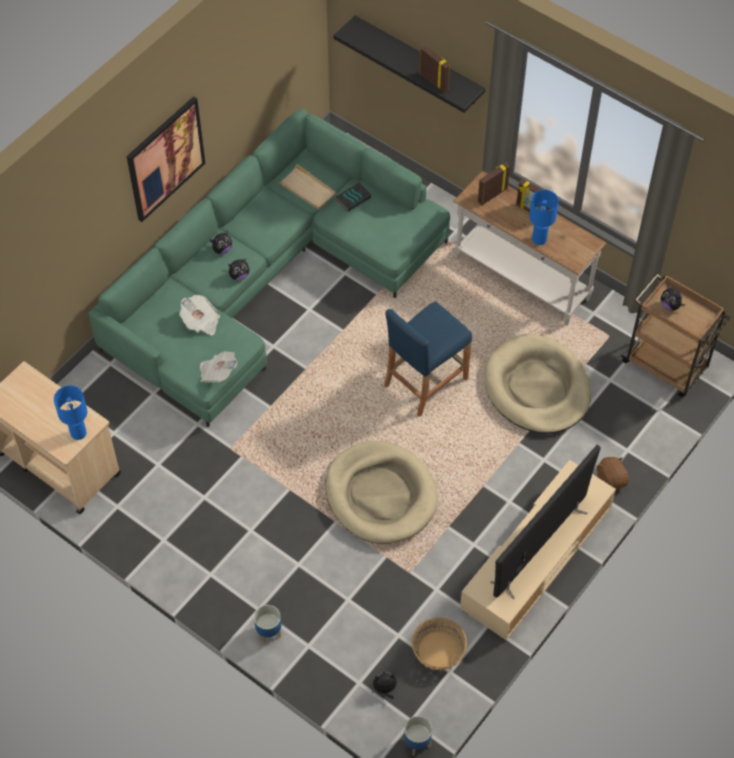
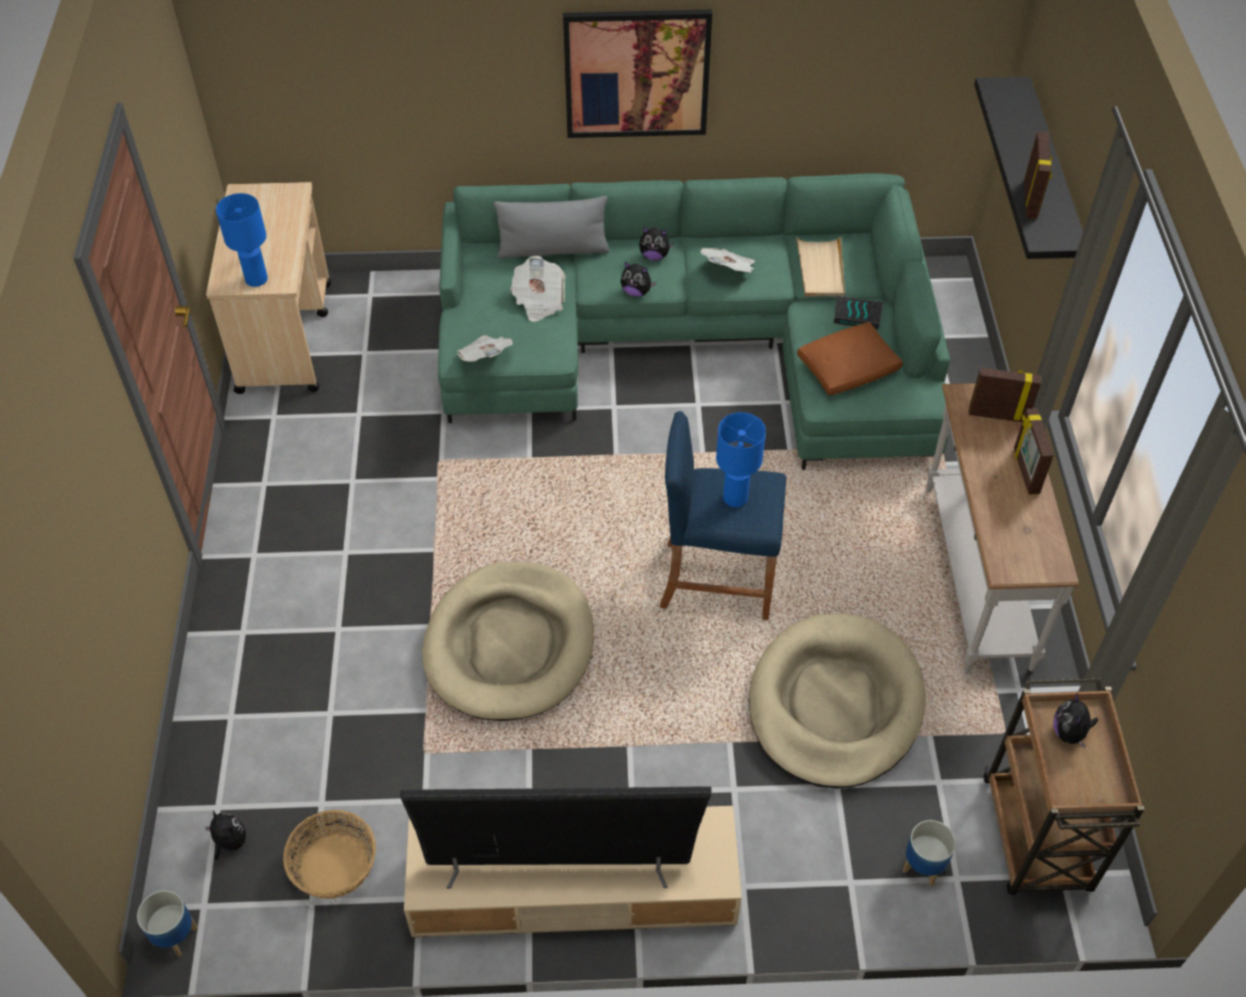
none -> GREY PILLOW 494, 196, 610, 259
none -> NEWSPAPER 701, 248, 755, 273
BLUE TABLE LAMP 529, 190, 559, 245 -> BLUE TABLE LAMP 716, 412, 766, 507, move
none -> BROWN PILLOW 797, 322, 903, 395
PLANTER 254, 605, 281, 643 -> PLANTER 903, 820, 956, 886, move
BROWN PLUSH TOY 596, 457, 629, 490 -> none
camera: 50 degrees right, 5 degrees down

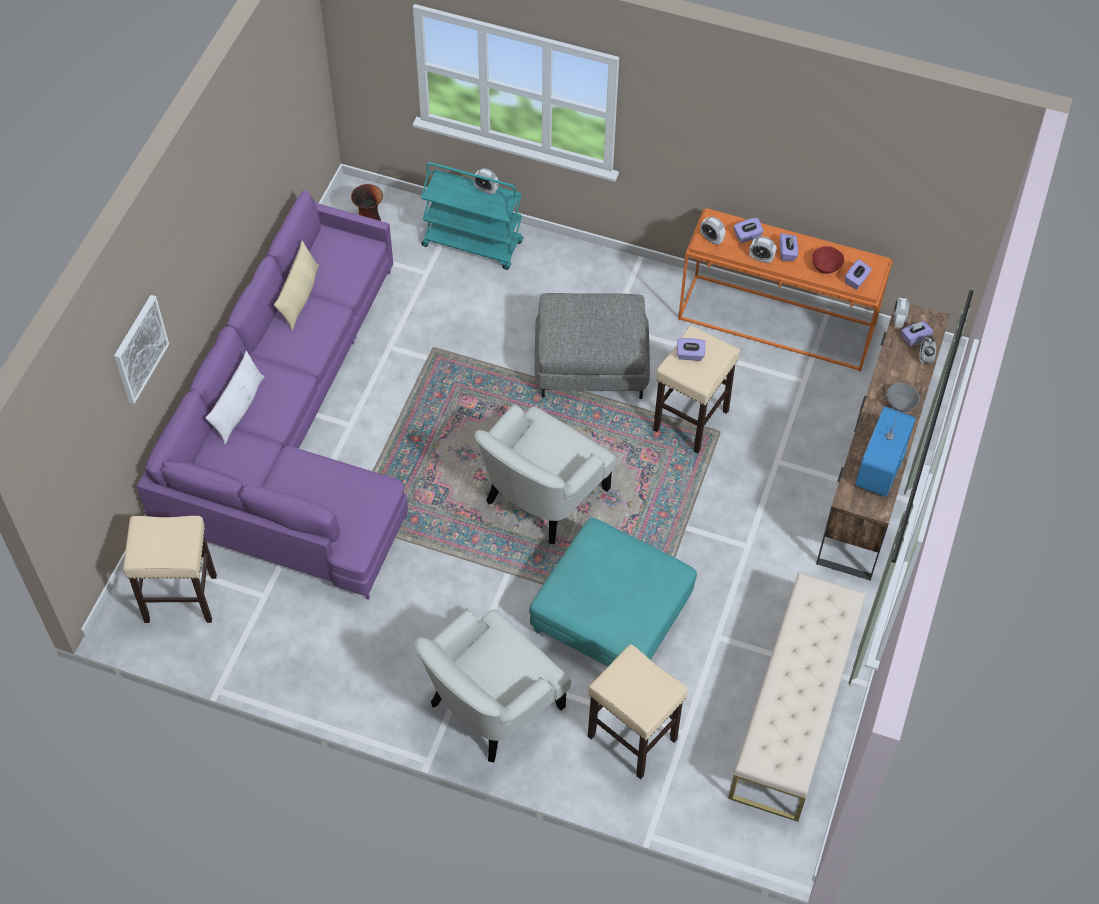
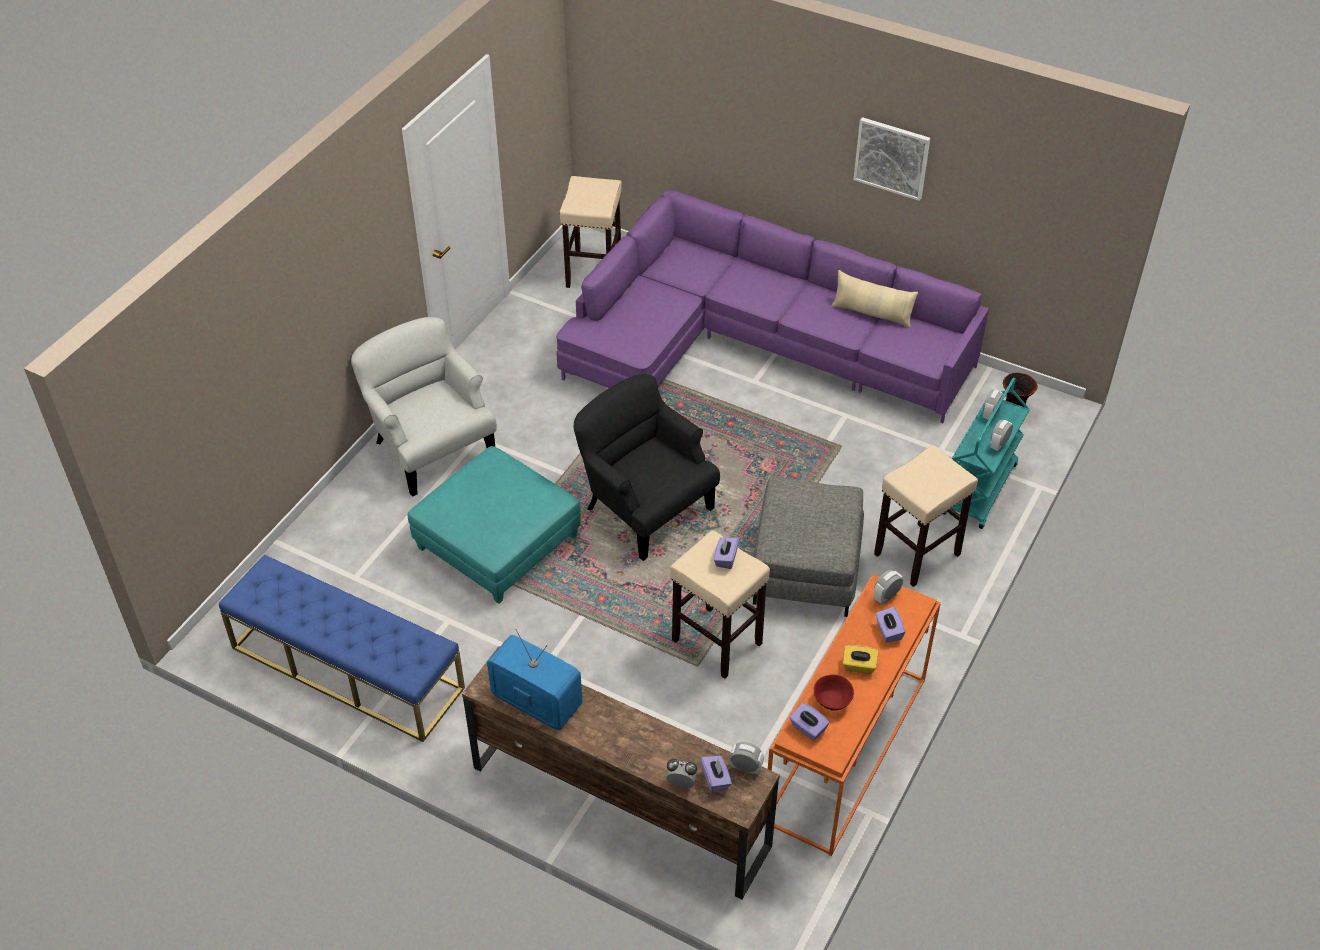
BEIGE BENCH 728, 573, 866, 822 -> BLUE BENCH 219, 555, 465, 742
WHITE ARMCHAIR 474, 404, 616, 544 -> BLACK ARMCHAIR 574, 374, 720, 561
PURPLE TISSUE BOX 780, 233, 798, 261 -> YELLOW TISSUE BOX 843, 645, 878, 674
PICTURE 114, 295, 169, 404 -> PICTURE 853, 117, 930, 201, move
BEIGE STOOL 588, 644, 688, 779 -> BEIGE STOOL 874, 445, 978, 587, move
ALARM CLOCK 749, 237, 777, 263 -> ALARM CLOCK 983, 389, 1003, 420, move
WHITE PILLOW 206, 351, 265, 444 -> none
GREY BOWL 886, 383, 920, 412 -> none
camera: 100 degrees right, 10 degrees down

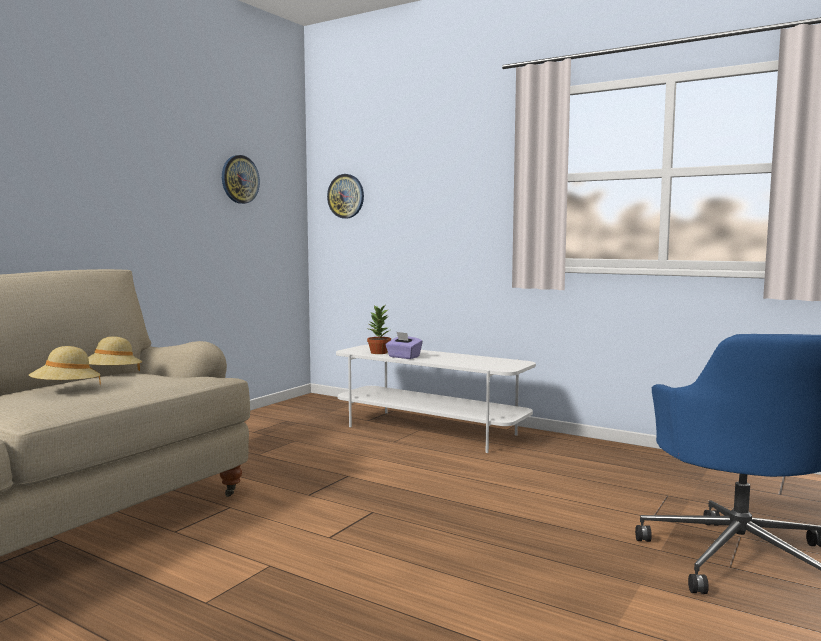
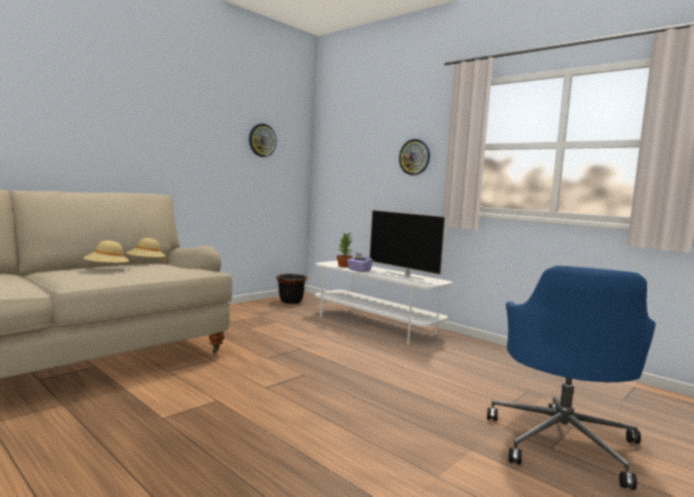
none -> BLACK PLANTER 276, 274, 308, 304
none -> TELEVISION 369, 209, 446, 280
WALL CLOCK 327, 174, 364, 218 -> WALL CLOCK 399, 139, 430, 175, move
camera: 10 degrees right, 0 degrees up

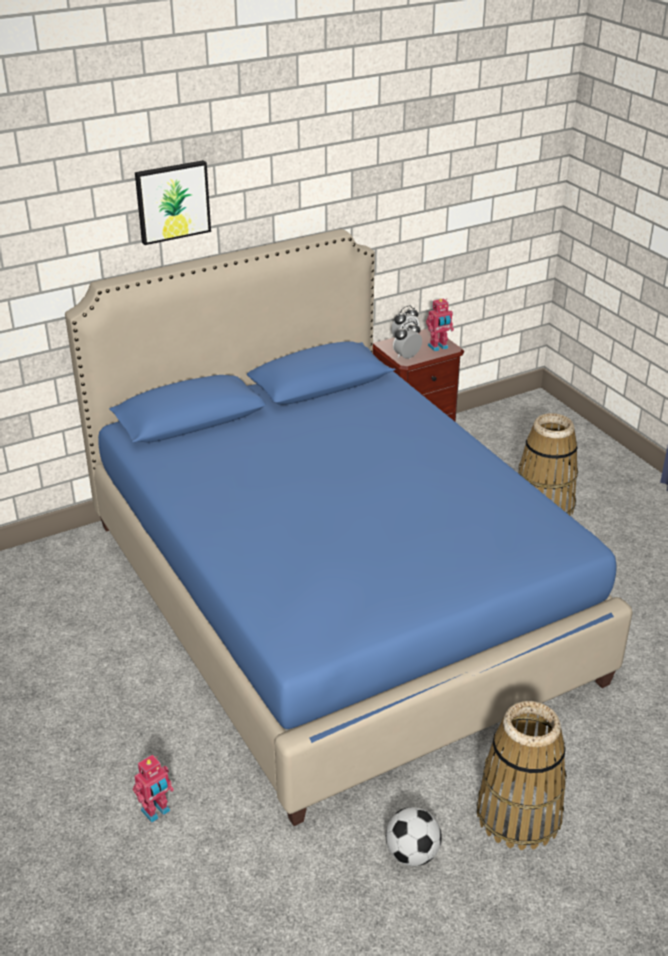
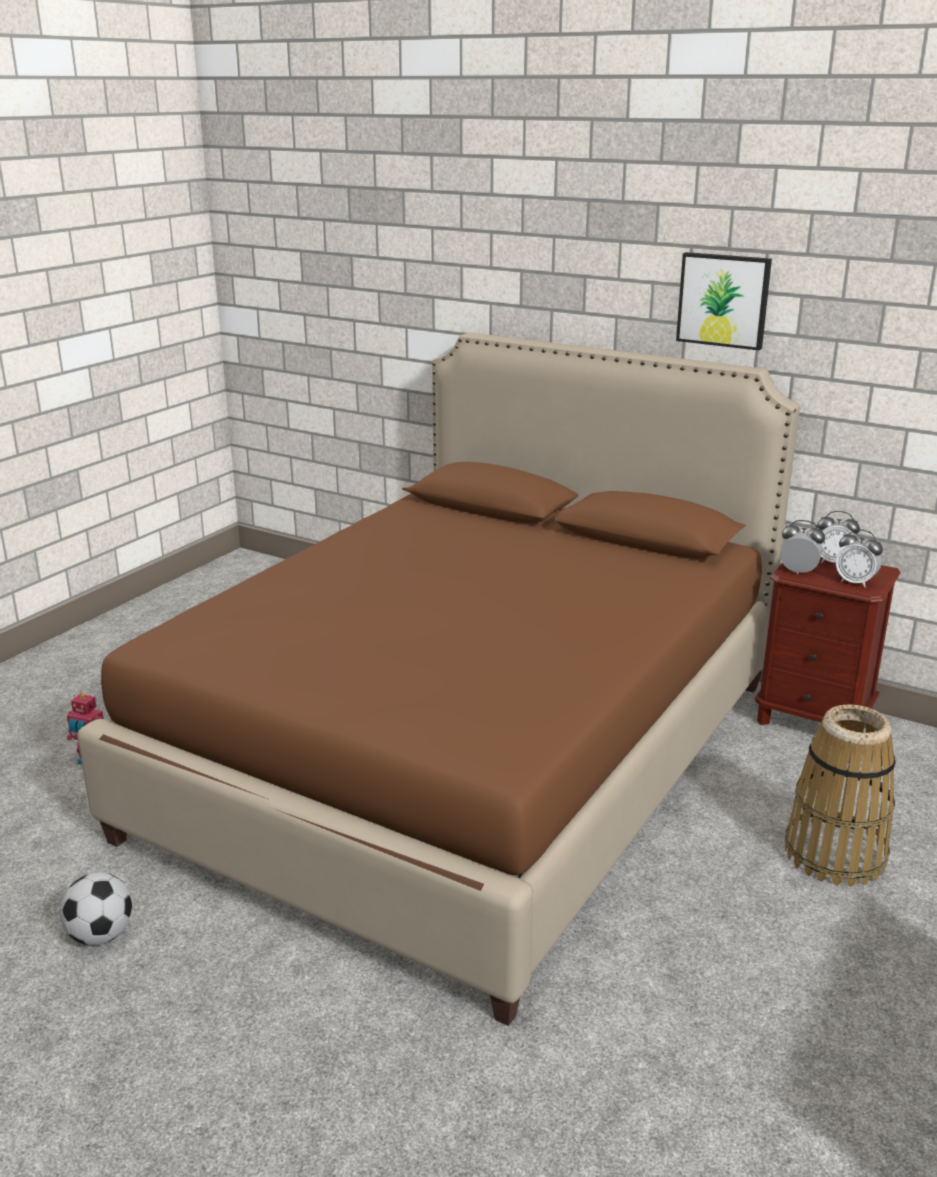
BLUE BED 65, 229, 633, 826 -> BROWN BED 77, 333, 800, 1026
PICTURE 135, 160, 211, 245 -> PICTURE 676, 252, 772, 350, move
TOY ROBOT 426, 298, 454, 352 -> ALARM CLOCK 836, 529, 883, 588
BASKET 476, 701, 567, 850 -> none
camera: 60 degrees right, 10 degrees down

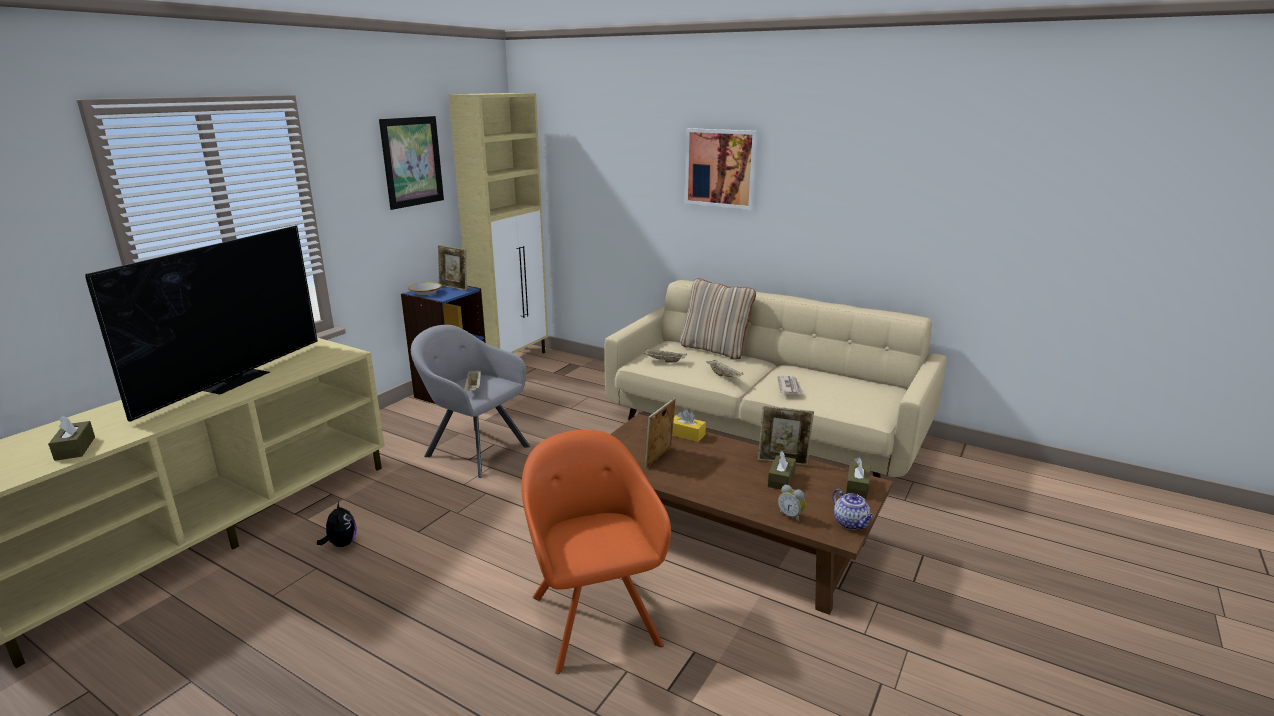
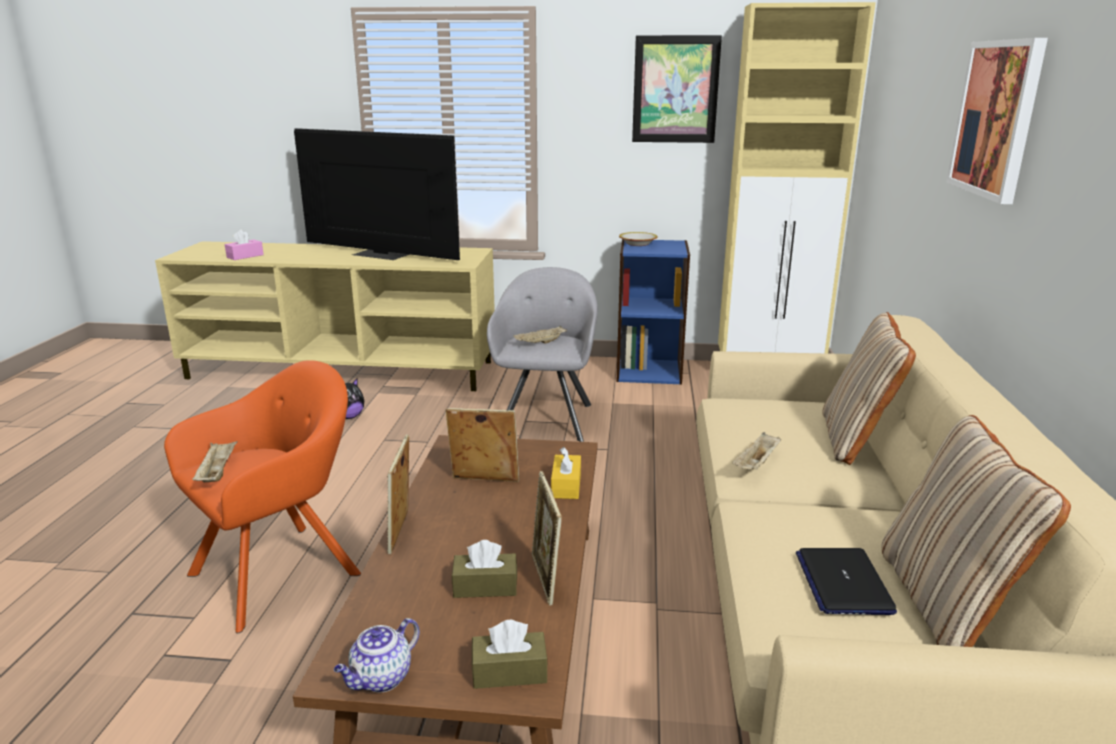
BEIGE TRAY 644, 348, 687, 363 -> BEIGE TRAY 192, 441, 238, 482, move
BROWN TISSUE BOX 48, 415, 95, 461 -> PINK TISSUE BOX 225, 230, 264, 260
TELEVISION 85, 225, 318, 422 -> TELEVISION 294, 128, 460, 260, 150 degrees counterclockwise
PICTURE FRAME 438, 245, 467, 291 -> PICTURE FRAME 387, 435, 409, 554, move
none -> LAPTOP 796, 548, 897, 615
none -> BEIGE PILLOW 881, 415, 1071, 647
NEWSPAPER 777, 376, 803, 395 -> none
ALARM CLOCK 778, 485, 806, 522 -> none
camera: 65 degrees right, 0 degrees up

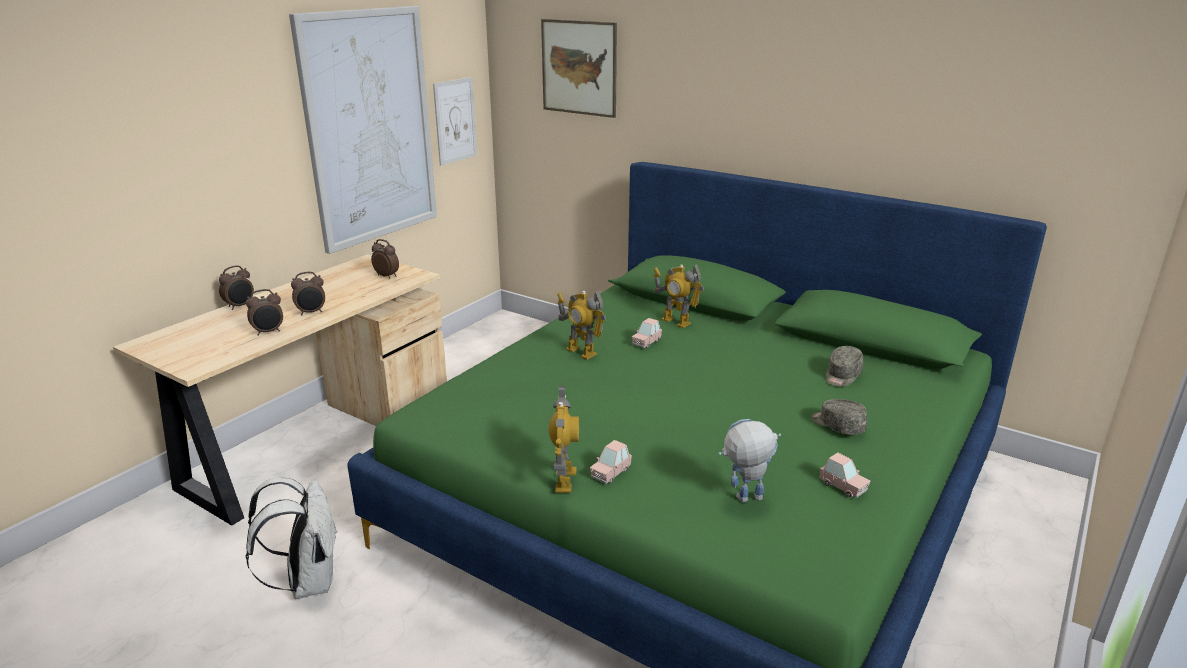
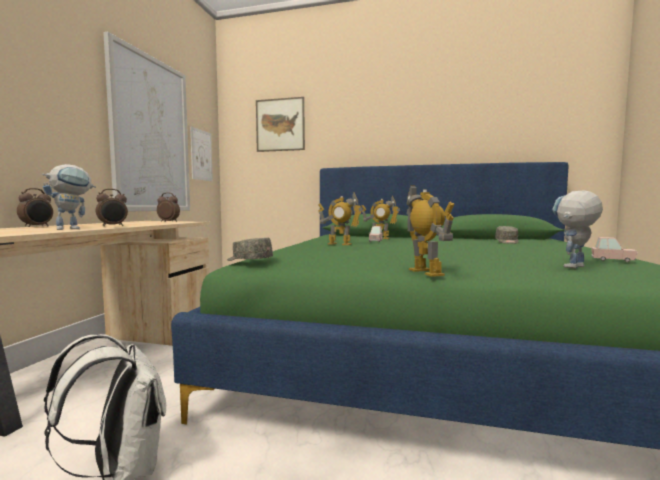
ALARM CLOCK 246, 289, 283, 336 -> TOY ROBOT 42, 164, 96, 230
GREY CAP 811, 399, 867, 435 -> GREY CAP 227, 238, 273, 261, move
PINK TOY CAR 590, 440, 632, 484 -> none
camera: 20 degrees left, 20 degrees down

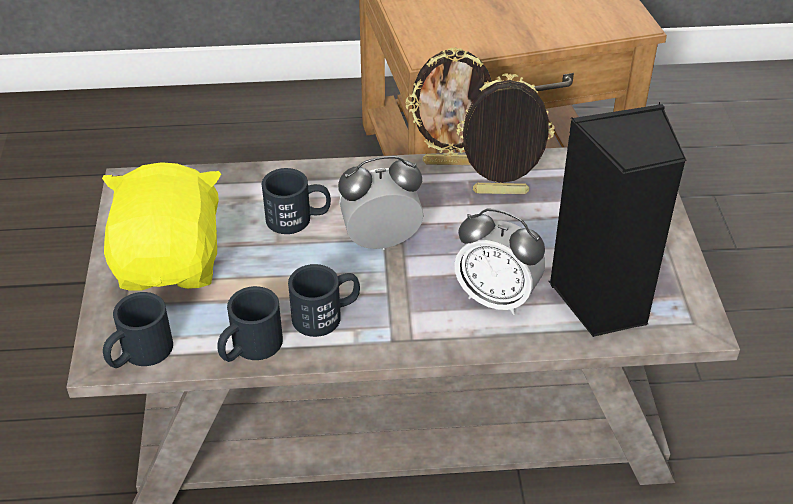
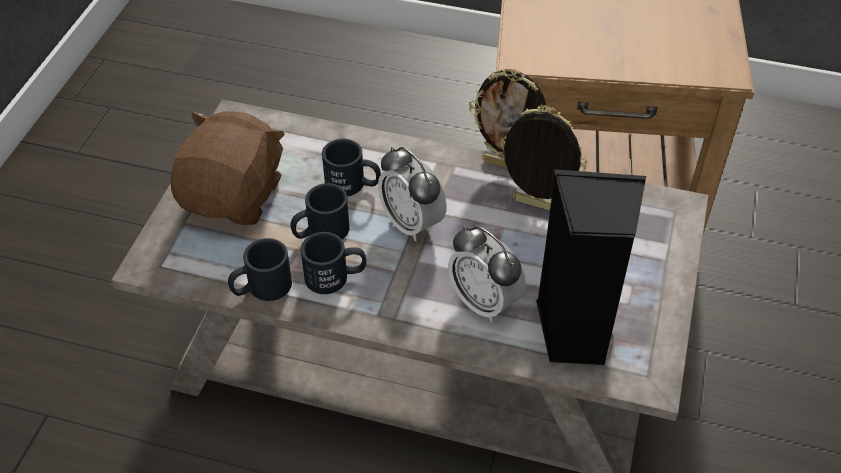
YELLOW PLUSH TOY 102, 162, 221, 291 -> BROWN PLUSH TOY 171, 111, 285, 225
BLACK MUG 103, 292, 173, 368 -> BLACK MUG 291, 183, 350, 239, move
ALARM CLOCK 338, 156, 423, 250 -> ALARM CLOCK 378, 147, 446, 241, 135 degrees counterclockwise
camera: 20 degrees right, 5 degrees up

